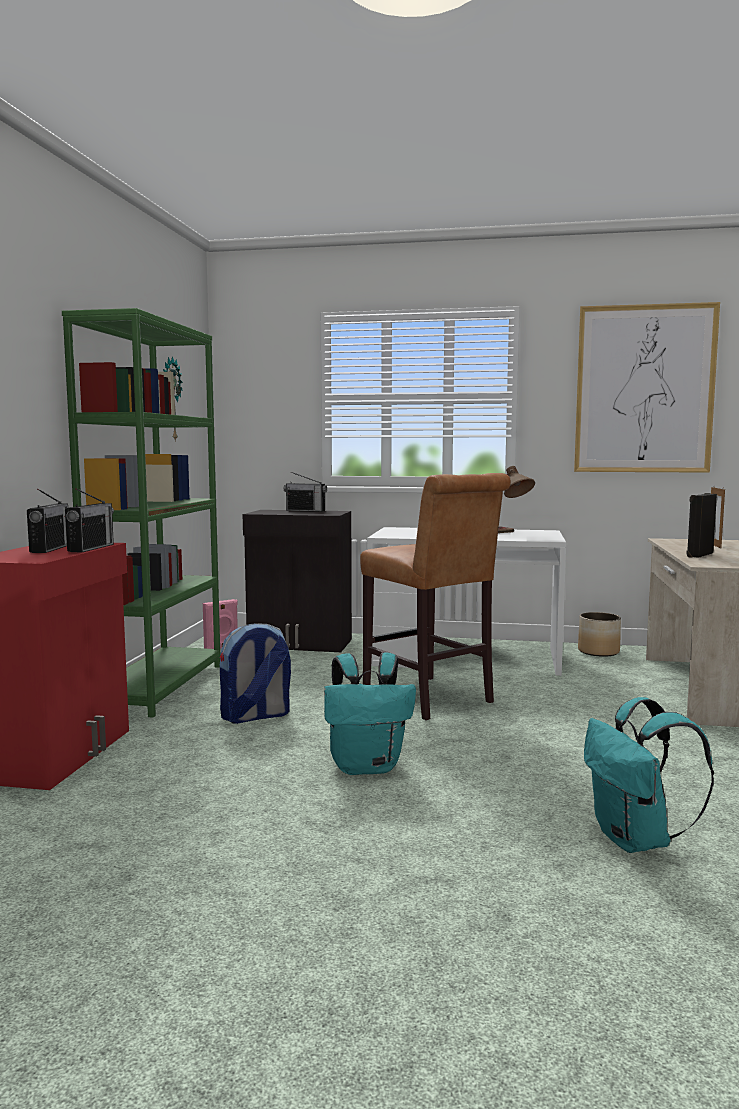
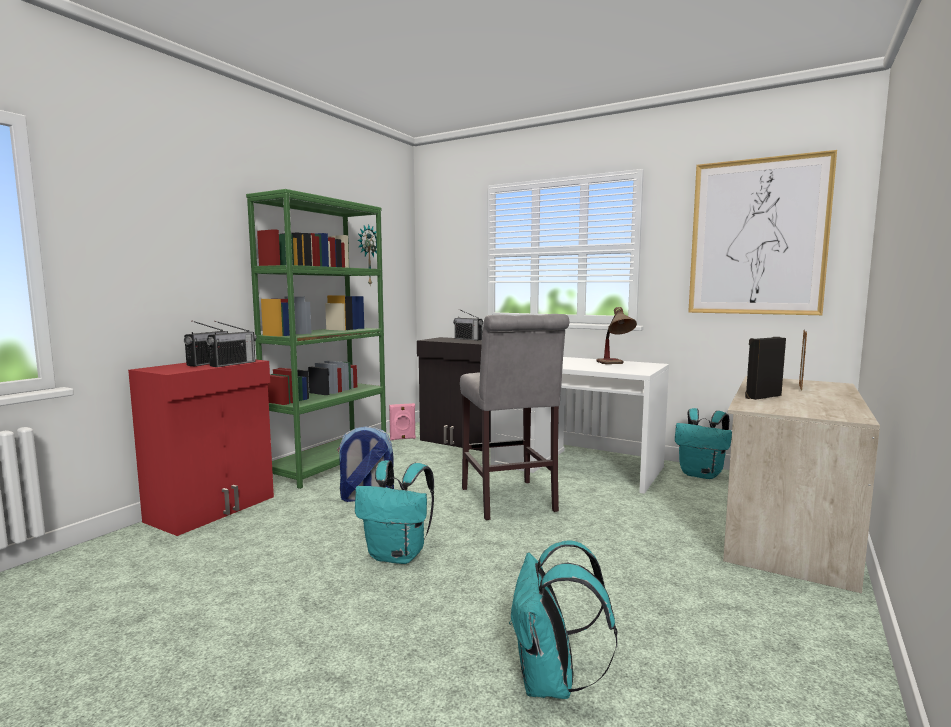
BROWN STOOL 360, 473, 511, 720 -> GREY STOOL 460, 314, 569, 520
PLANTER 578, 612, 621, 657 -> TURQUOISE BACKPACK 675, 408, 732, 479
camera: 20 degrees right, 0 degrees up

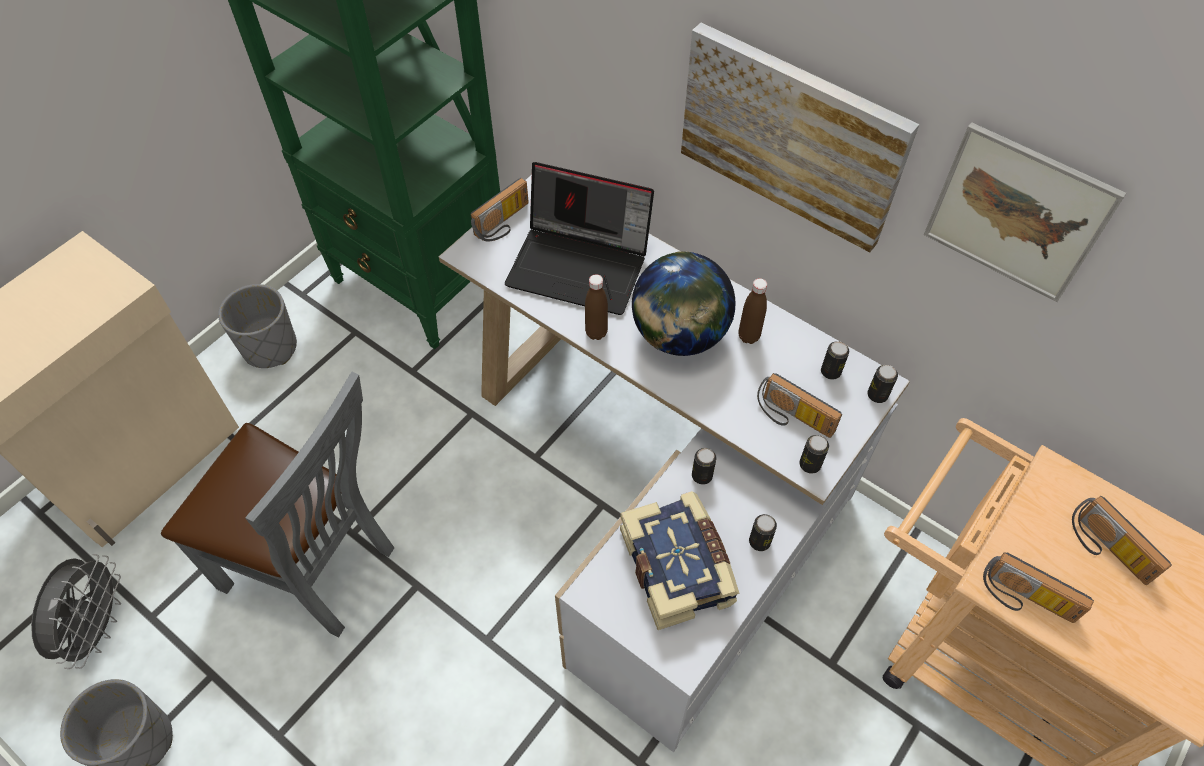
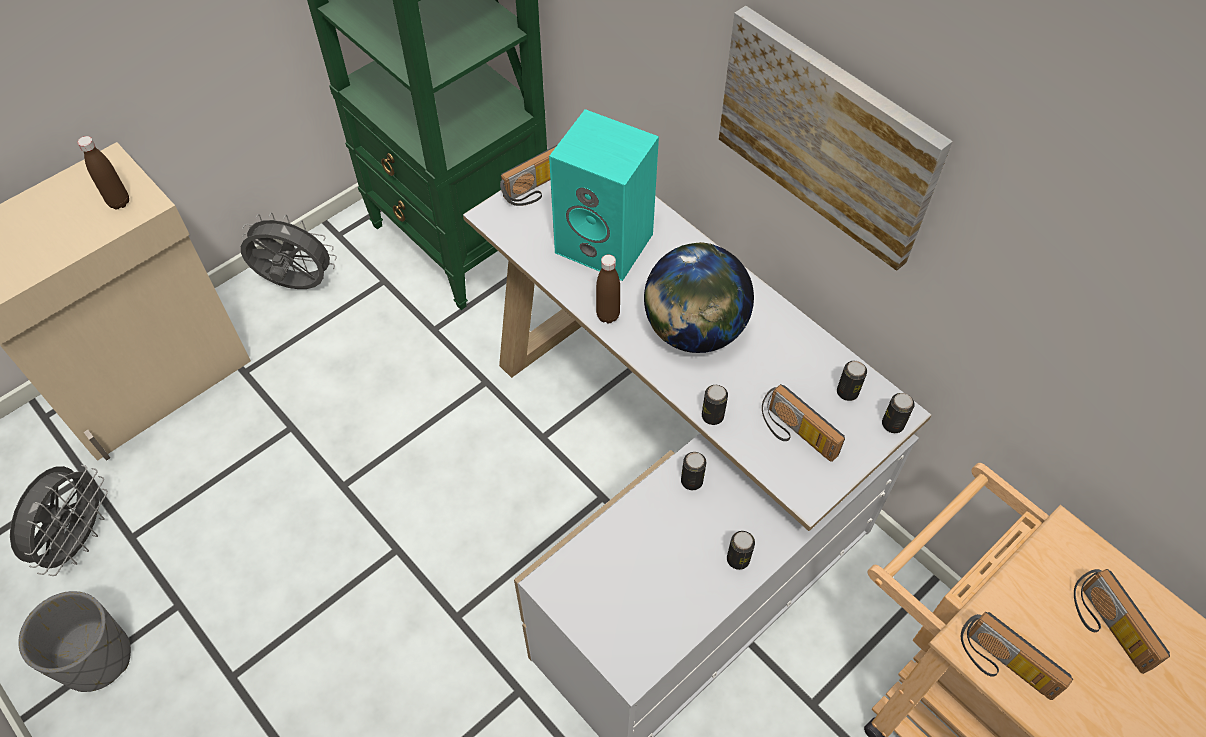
BROWN BOTTLE 738, 278, 767, 344 -> BROWN BOTTLE 77, 136, 129, 209, move
GREY PLANTER 218, 284, 297, 368 -> GREY FAN 241, 213, 337, 289
LAPTOP 505, 162, 654, 315 -> TURQUOISE SPEAKER 549, 109, 659, 281
CAN 799, 435, 829, 474 -> CAN 702, 385, 728, 425, move
GREY CHAIR 161, 371, 394, 637 -> none
BOOK 620, 491, 739, 630 -> none
PICTURE 924, 122, 1126, 302 -> none
camera: 10 degrees right, 0 degrees up

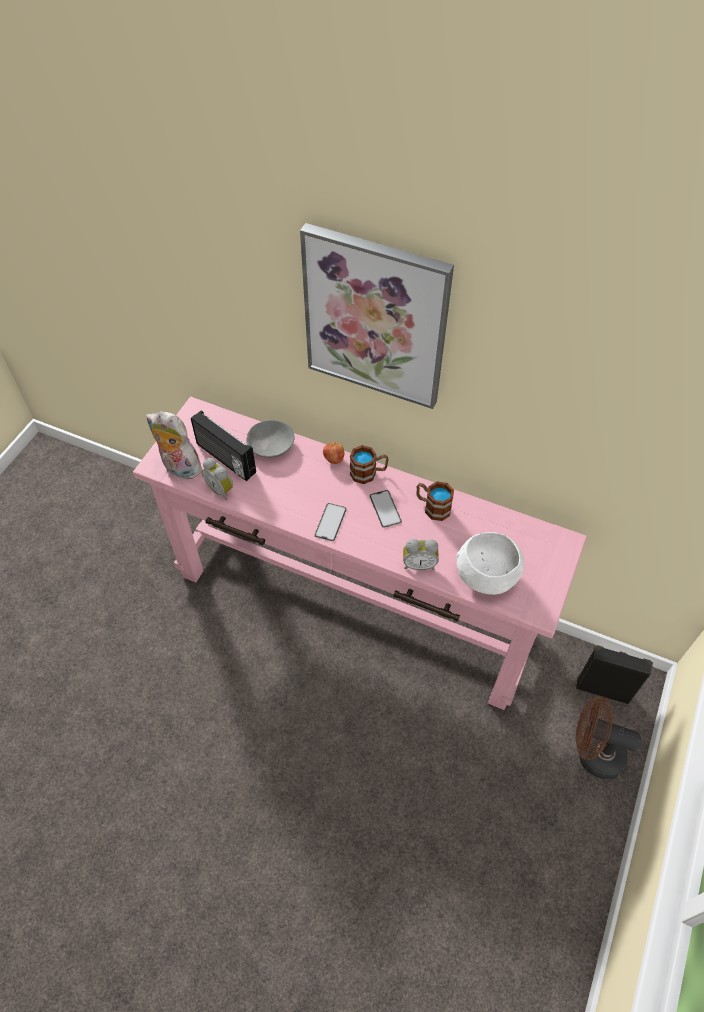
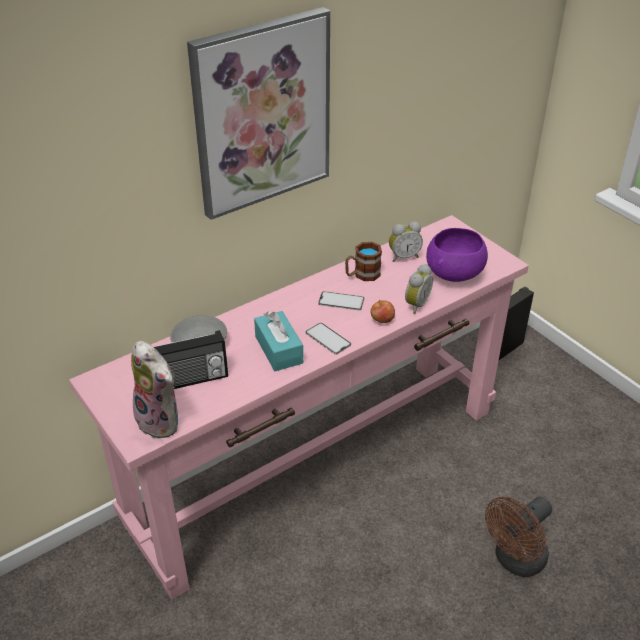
PLUSH TOY 146, 411, 202, 479 -> PLUSH TOY 131, 340, 178, 439, 105 degrees counterclockwise
none -> TURQUOISE TISSUE BOX 254, 311, 303, 371
APPLE 323, 442, 345, 464 -> APPLE 371, 300, 395, 323, move
ALARM CLOCK 202, 458, 233, 500 -> ALARM CLOCK 389, 221, 423, 262, move
WHITE BOWL 456, 532, 525, 595 -> PURPLE BOWL 426, 228, 488, 282
BROWN FAN 576, 696, 641, 779 -> BROWN FAN 485, 496, 552, 577, move
MUG 350, 445, 389, 484 -> none
camera: 60 degrees left, 15 degrees down

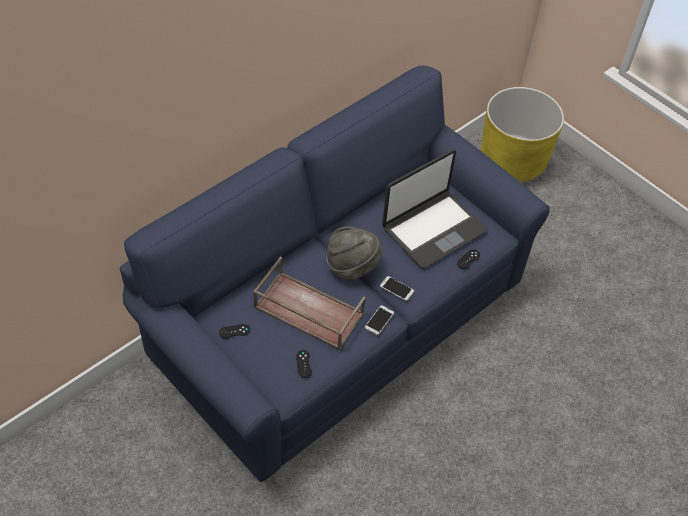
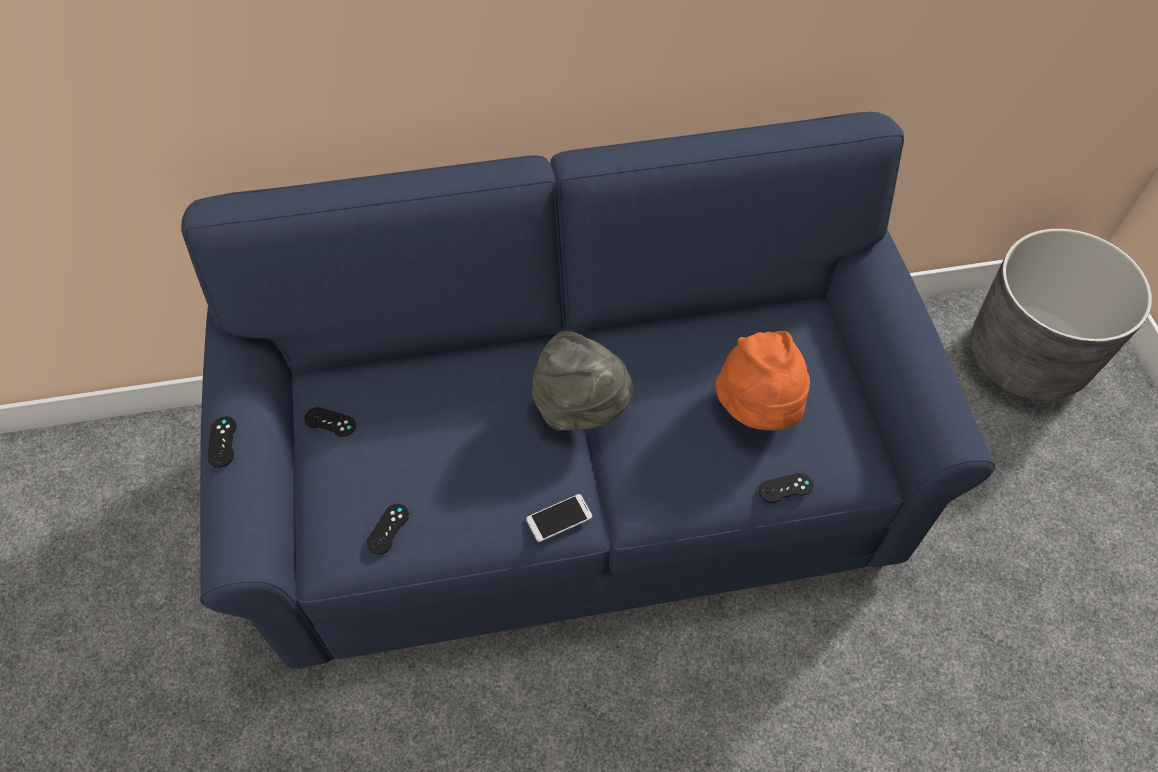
none -> BLACK GAME CONTROLLER 208, 416, 237, 468
LAPTOP 382, 149, 487, 269 -> ORANGE HAT 716, 331, 810, 430
YELLOW PLANTER 481, 87, 564, 182 -> GREY PLANTER 971, 229, 1152, 400
BROWN TRAY 253, 257, 366, 350 -> none
PHONE 380, 276, 414, 301 -> none
camera: 35 degrees right, 5 degrees up

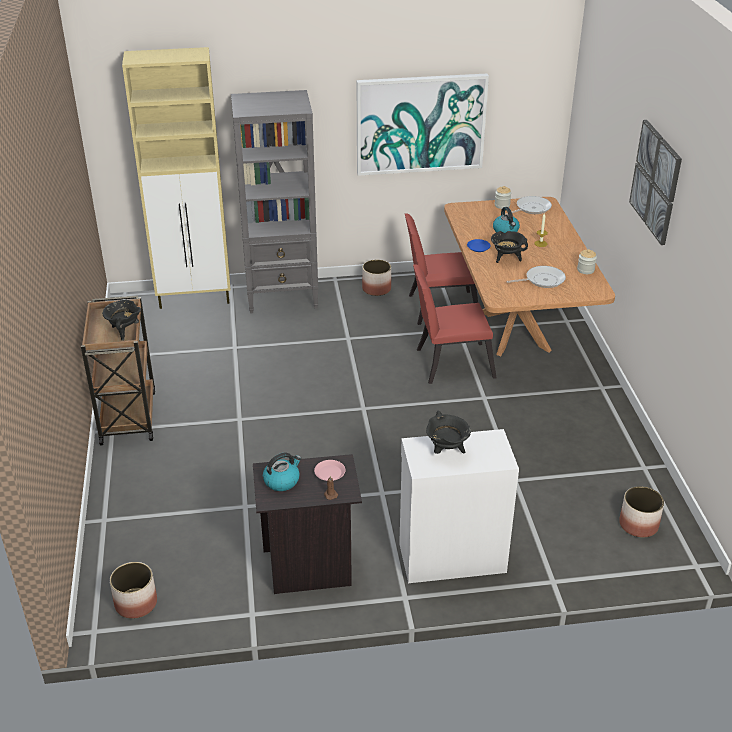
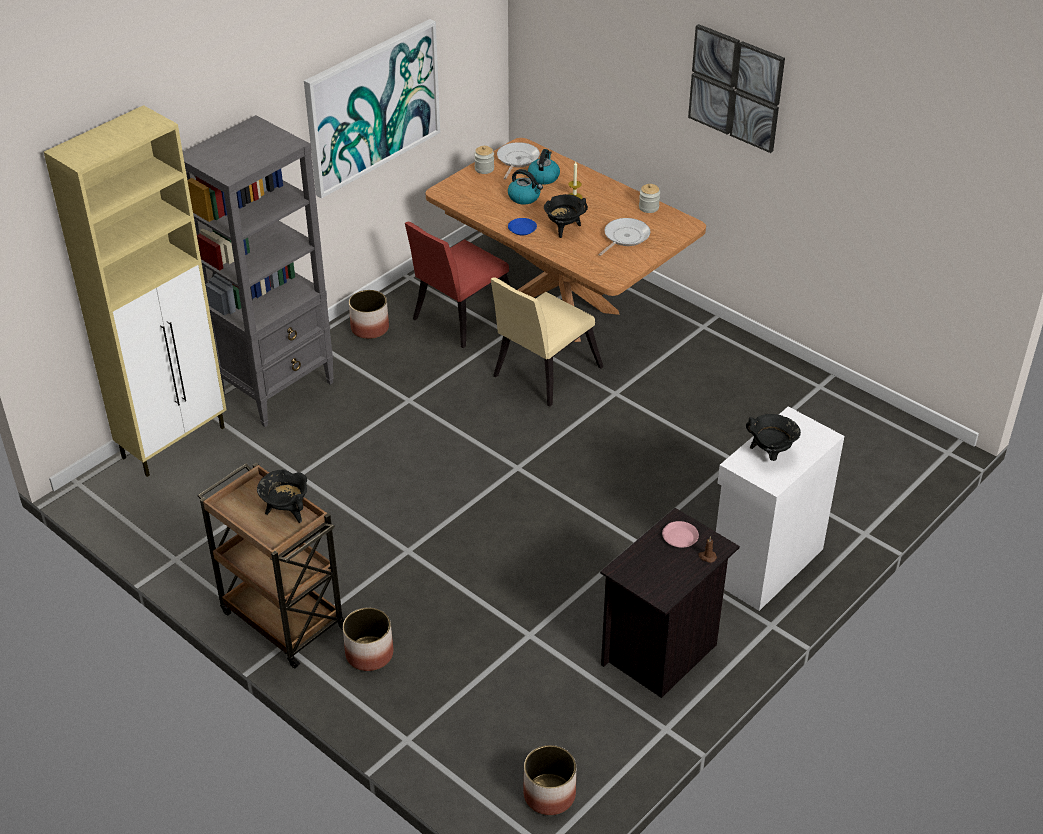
PLANTER 619, 486, 664, 538 -> PLANTER 343, 608, 393, 671, move
RED CHAIR 413, 264, 497, 384 -> BEIGE CHAIR 491, 277, 603, 407
KETTLE 263, 453, 301, 491 -> KETTLE 528, 149, 560, 184, move
camera: 40 degrees left, 5 degrees up

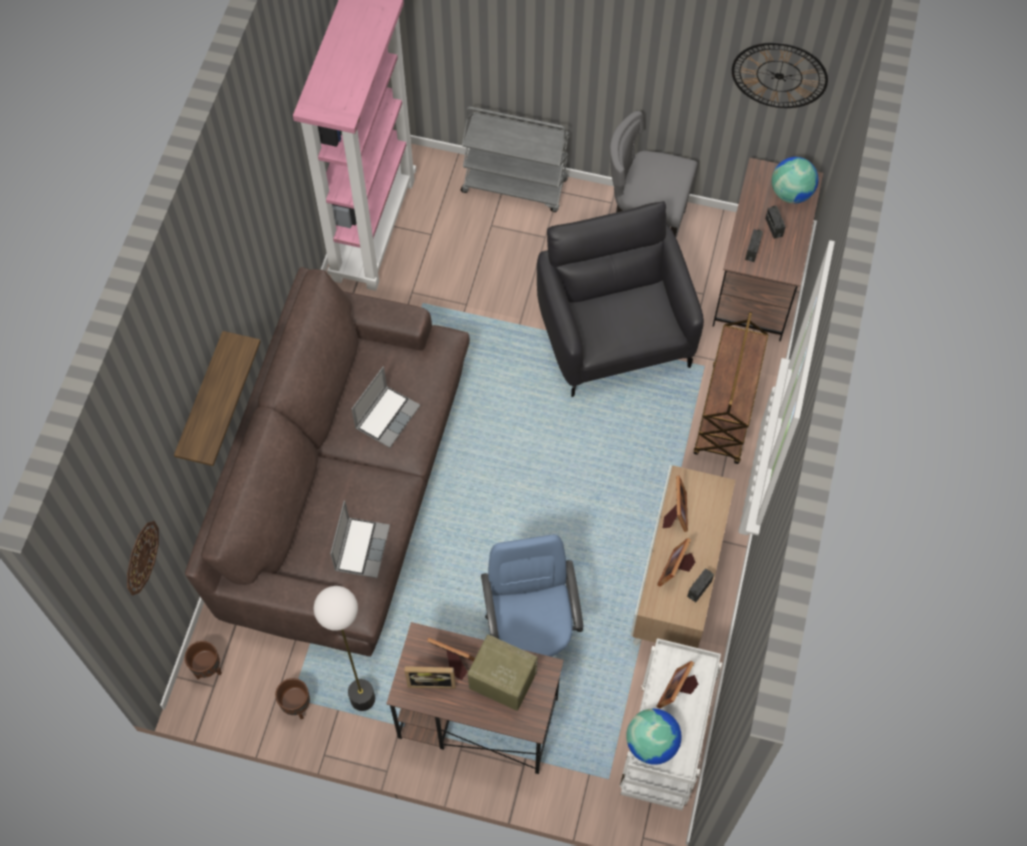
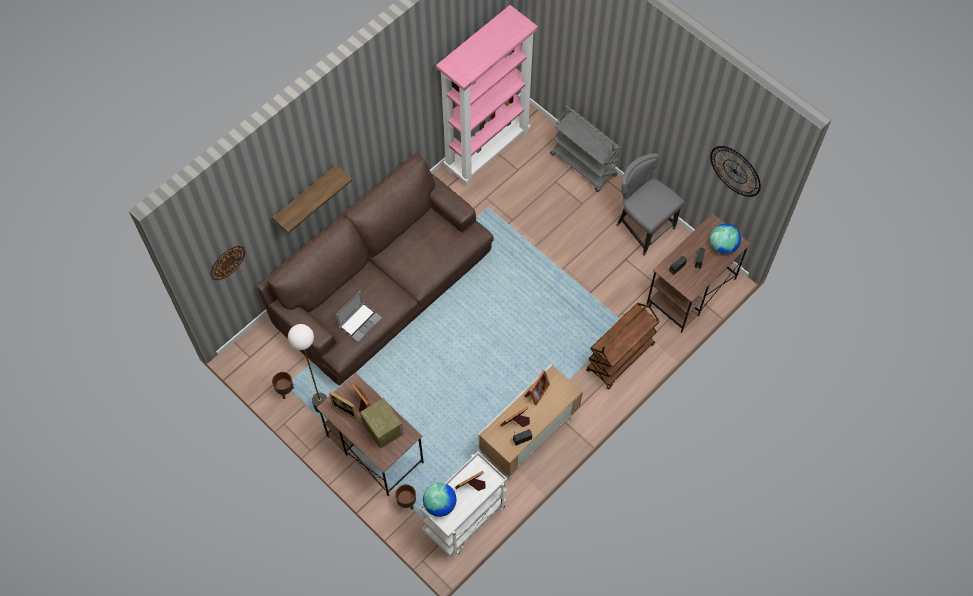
BROWN PLANTER 185, 641, 222, 679 -> BROWN PLANTER 395, 484, 416, 510, move
LAPTOP 352, 366, 421, 448 -> none
BLUE OFFICE CHAIR 481, 534, 584, 657 -> none
BLACK ARMCHAIR 537, 201, 704, 397 -> none
camera: 30 degrees right, 0 degrees up

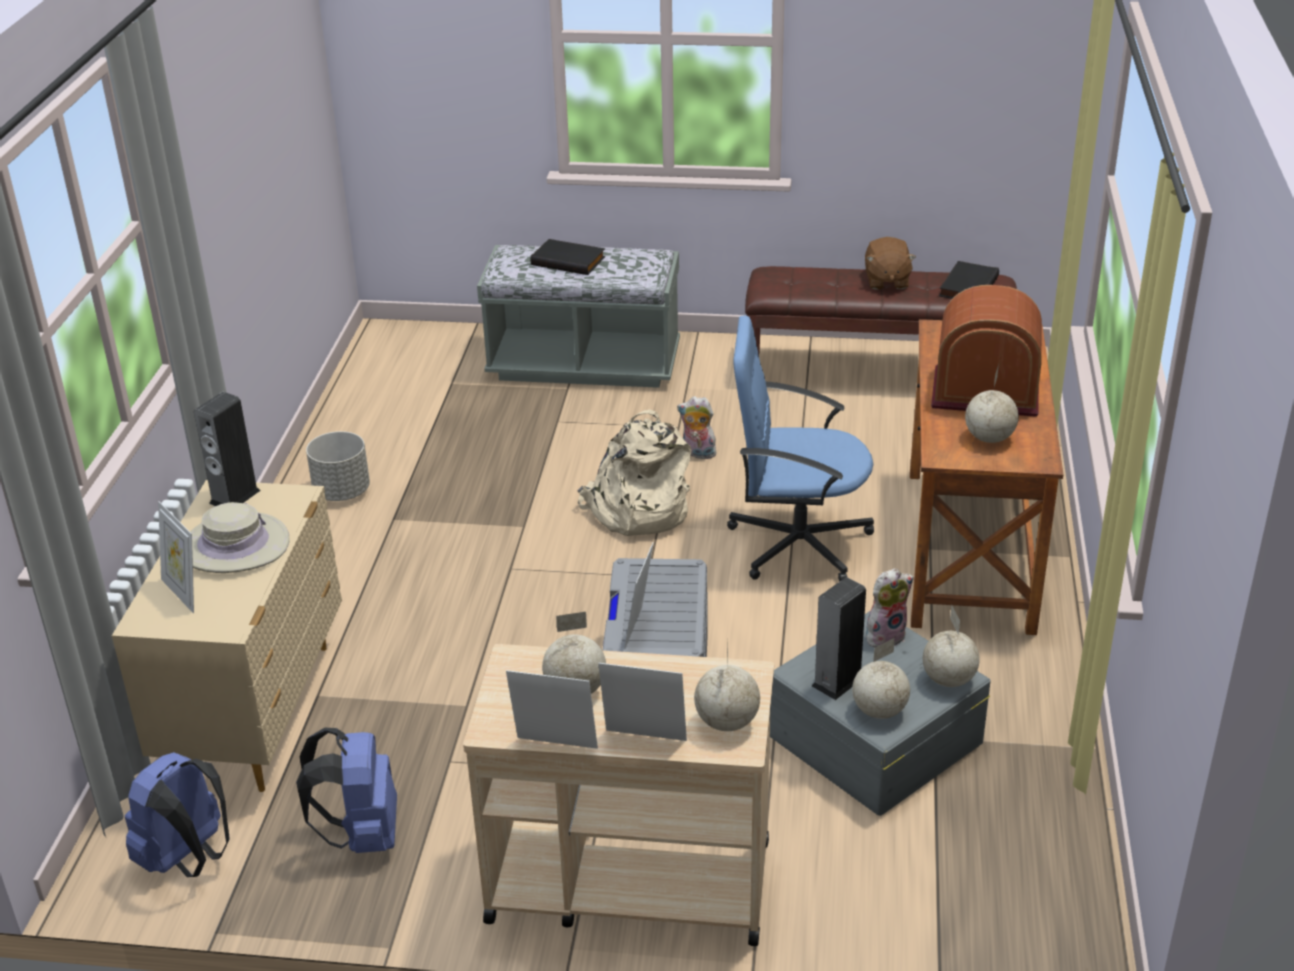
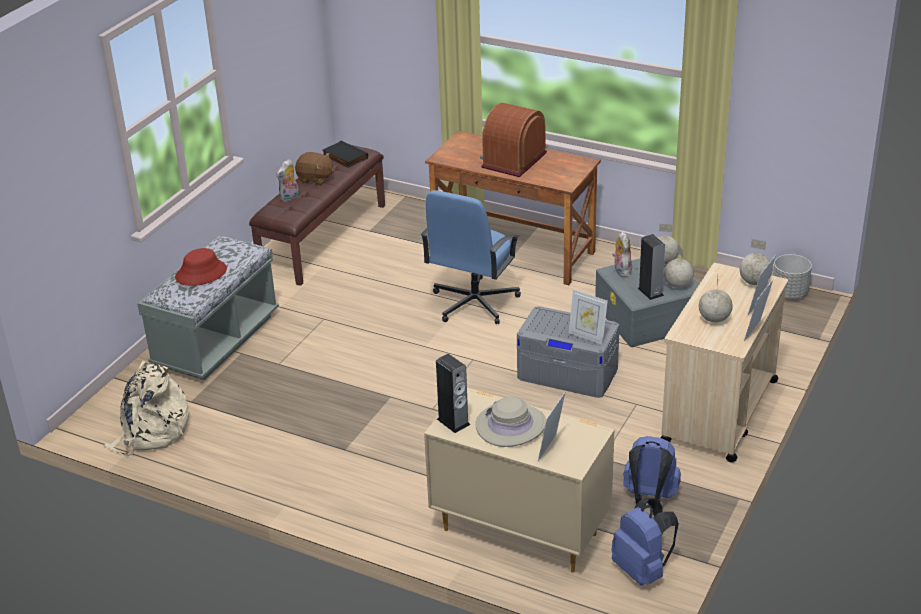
BEIGE BACKPACK 577, 410, 691, 536 -> BEIGE BACKPACK 104, 361, 189, 456, move
BLACK BOOK 530, 239, 605, 275 -> RED HAT 175, 248, 227, 286
PLUSH TOY 677, 396, 717, 459 -> PLUSH TOY 276, 159, 299, 202, move
PICTURE FRAME 158, 501, 194, 613 -> PICTURE FRAME 538, 391, 566, 461, 135 degrees clockwise
GREY PLANTER 306, 431, 370, 501 -> GREY PLANTER 773, 254, 812, 299, move
GLOBE 965, 364, 1019, 443 -> none
camera: 70 degrees left, 0 degrees up

